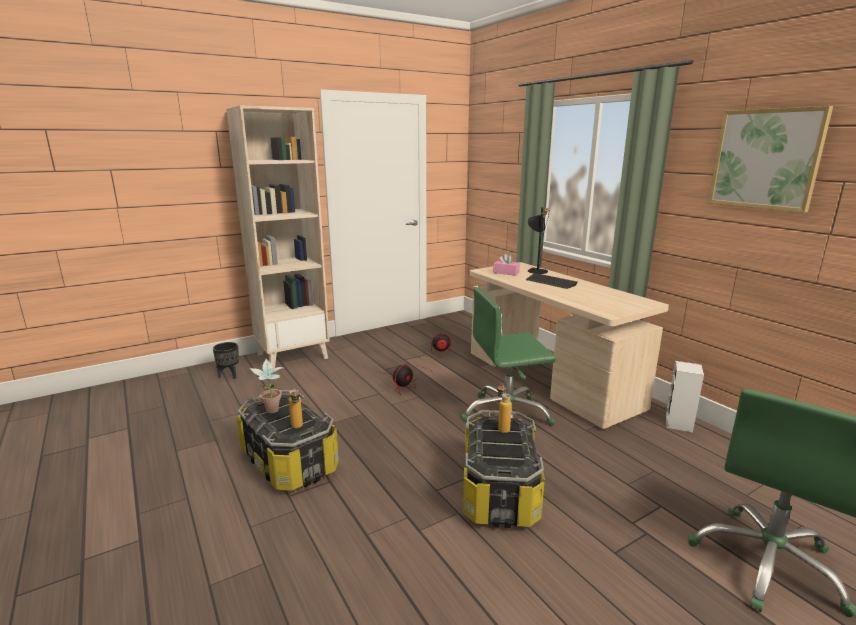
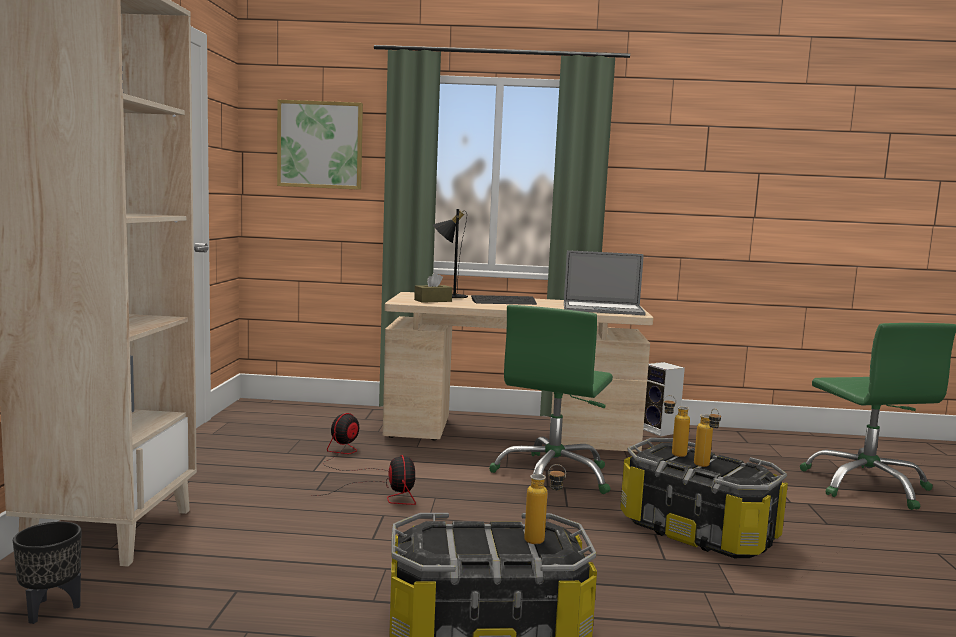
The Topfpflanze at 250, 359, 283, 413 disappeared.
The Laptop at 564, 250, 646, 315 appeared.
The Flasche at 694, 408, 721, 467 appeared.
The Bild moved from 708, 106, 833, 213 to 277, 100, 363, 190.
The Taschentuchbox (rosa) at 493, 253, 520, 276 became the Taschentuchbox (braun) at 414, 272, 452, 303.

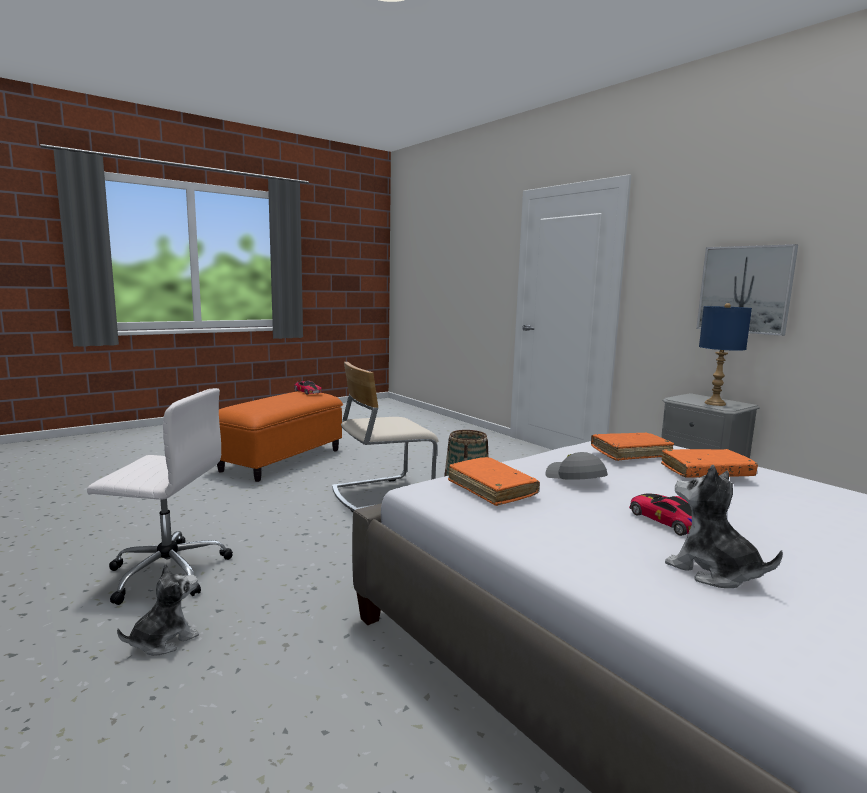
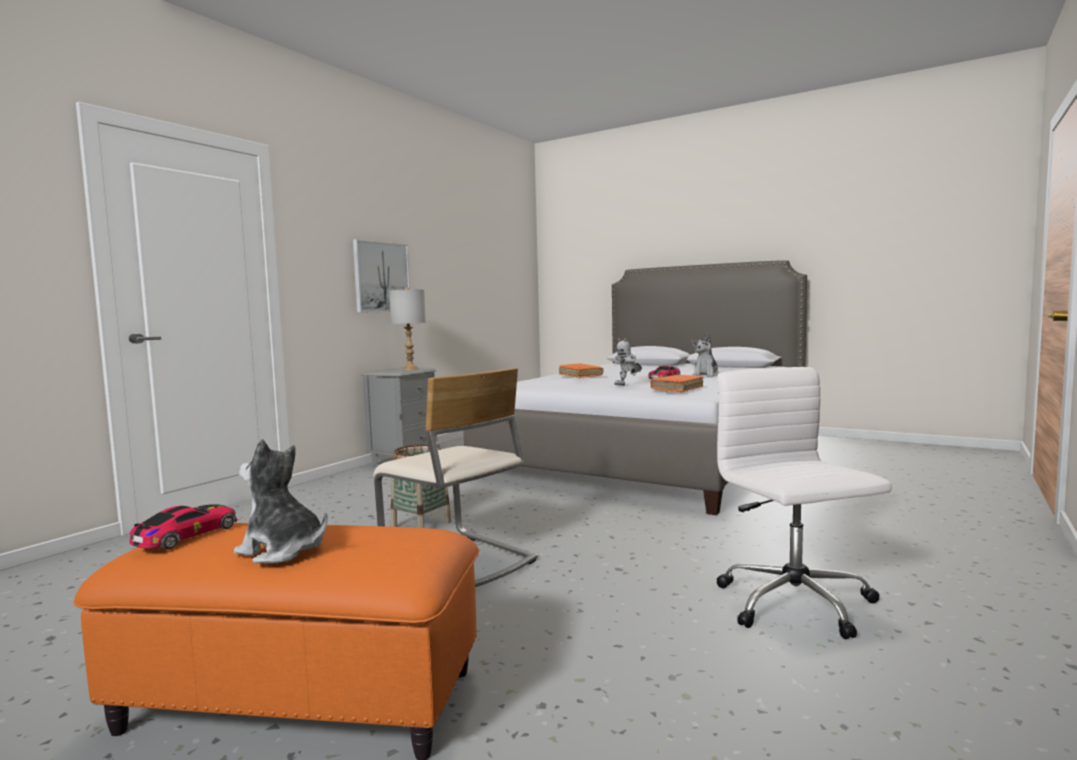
The Buch (orange) at 591, 433, 674, 461 disappeared.
The Plüschtier moved from 117, 563, 199, 655 to 234, 439, 328, 564.
The Kappe (grau) at 545, 452, 608, 480 was replaced by the Spielzeugroboter at 614, 339, 642, 386.
The Tischlampe (blau) at 699, 303, 752, 406 became the Tischlampe (grau) at 389, 287, 426, 370.

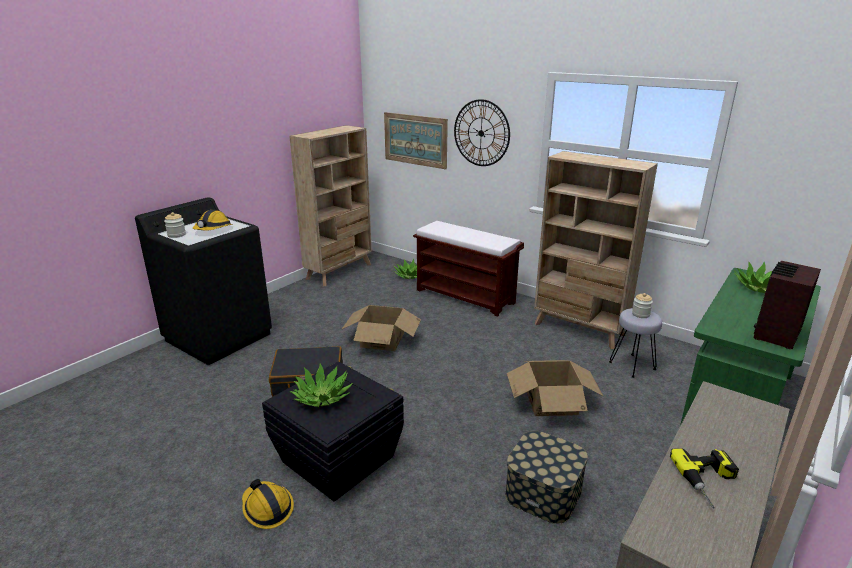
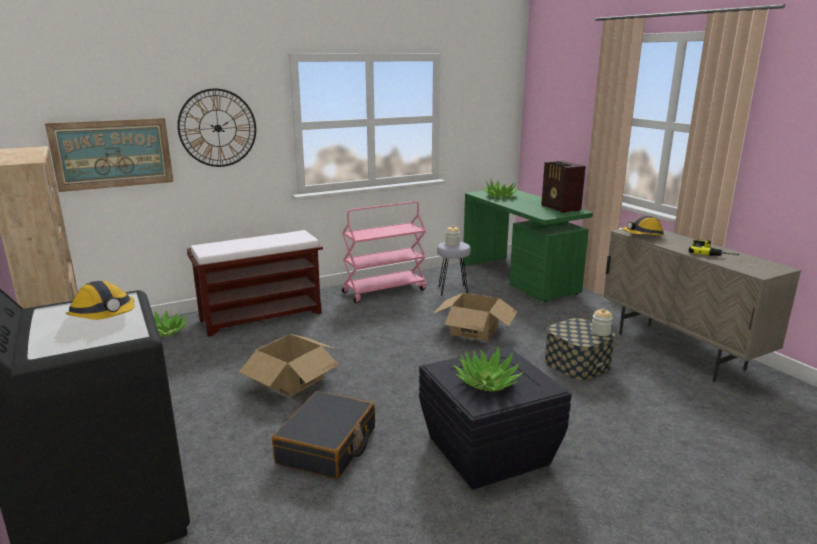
The Vorratsglas moved from 164, 212, 186, 238 to 591, 309, 613, 336.
The Schutzhelm moved from 242, 479, 294, 529 to 622, 215, 664, 236.
The Bücherregal (beige) at 534, 151, 658, 349 was replaced by the Rollwagen (rosa) at 342, 201, 427, 303.

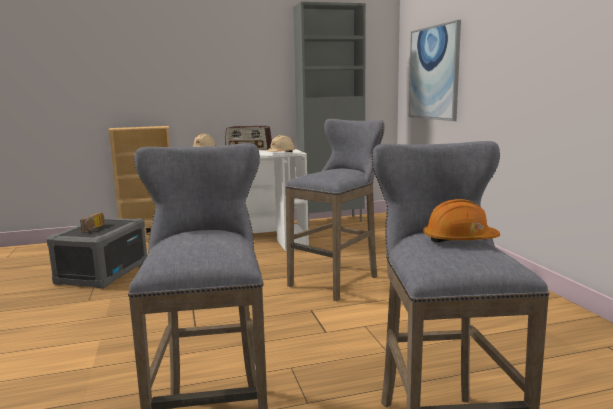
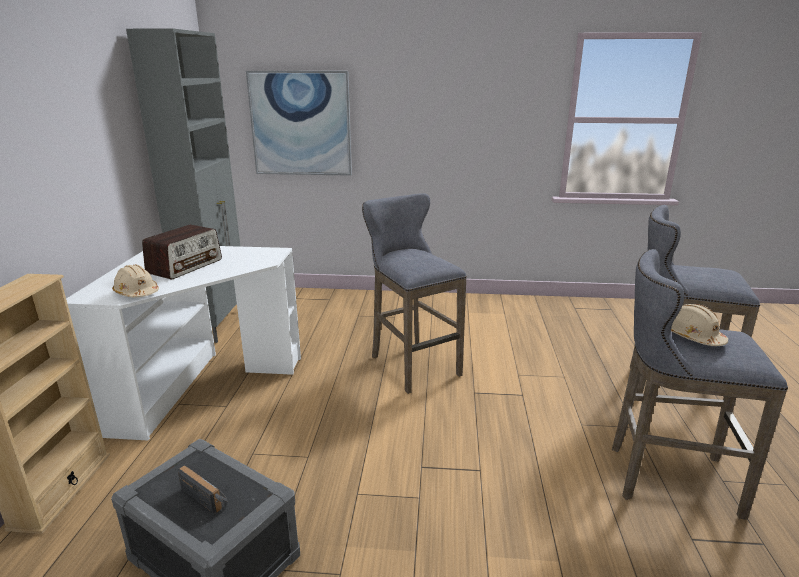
The Schutzhelm (orange) at 423, 199, 500, 243 disappeared.
The Schutzhelm (beige) moved from 266, 135, 295, 152 to 671, 304, 728, 346.

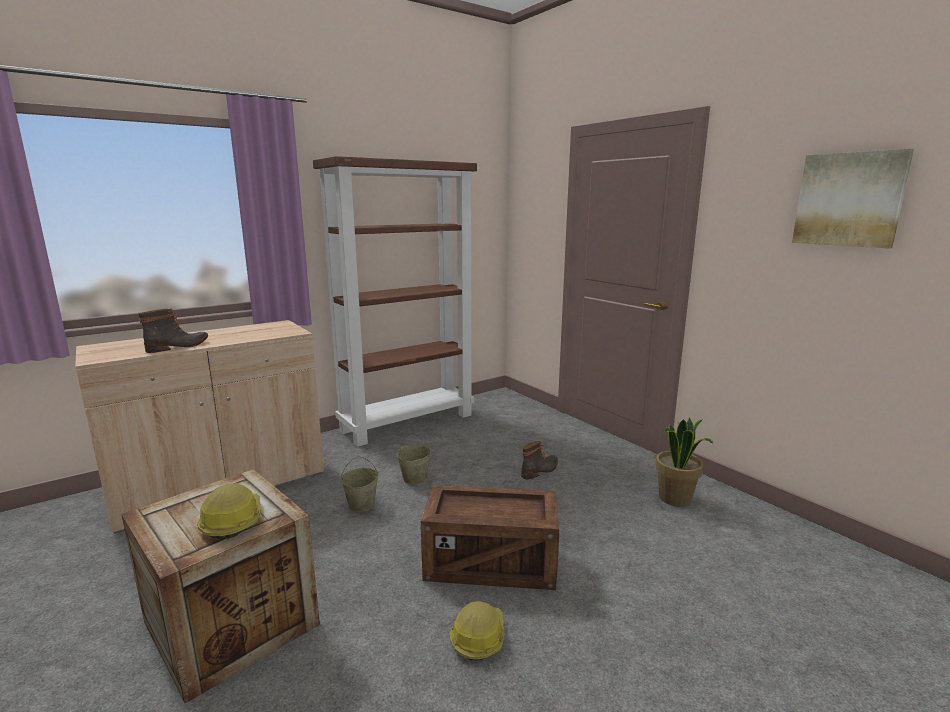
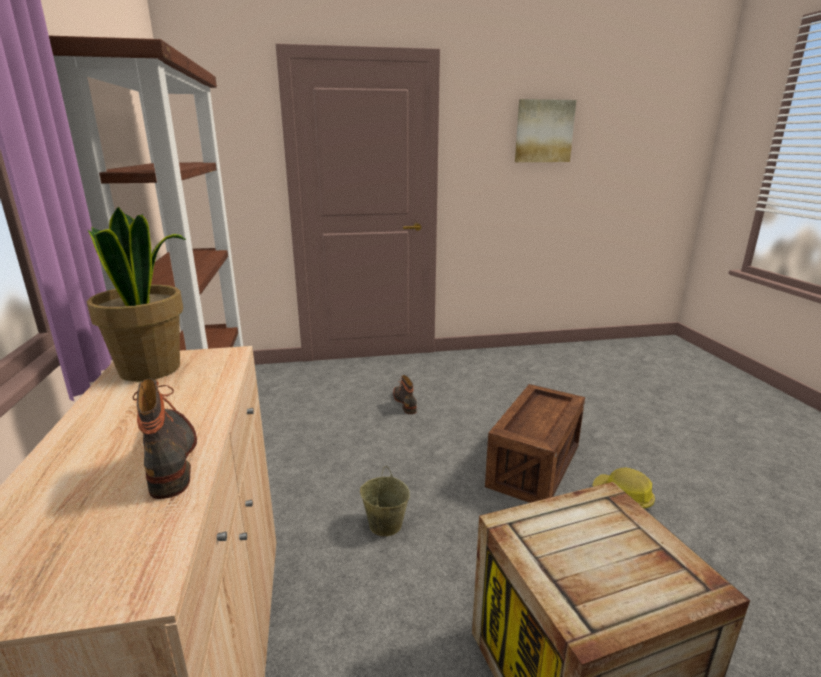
The Schutzhelm at 197, 483, 261, 540 disappeared.
The Eimer (beige) at 397, 433, 431, 485 disappeared.
The Topfpflanze moved from 655, 417, 713, 507 to 86, 207, 186, 381.

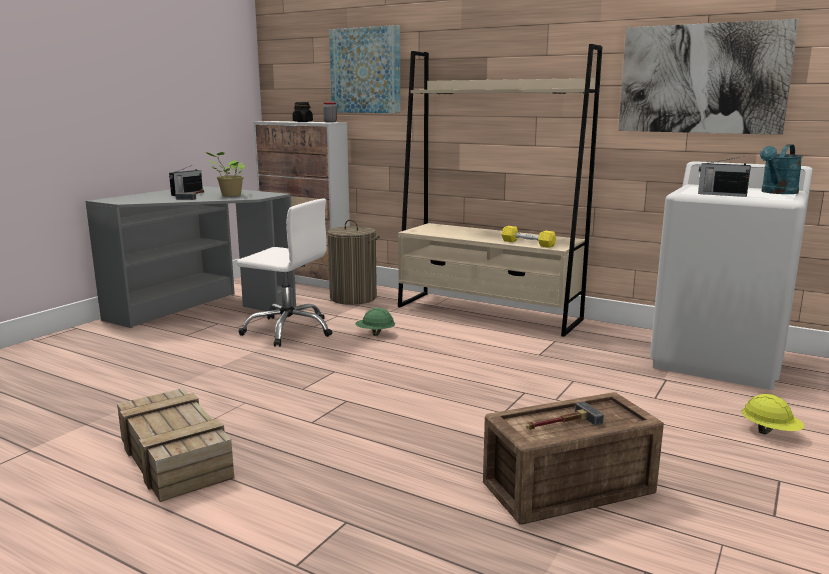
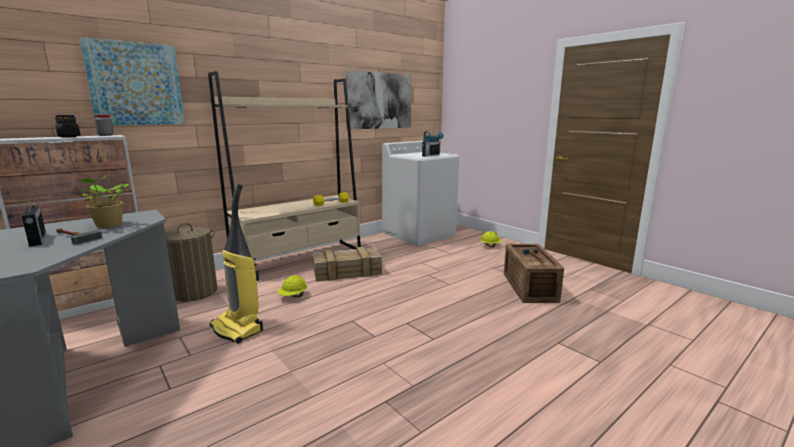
The Kiste moved from 117, 388, 234, 502 to 313, 247, 382, 281.
The Bürostuhl (weiß) at 237, 198, 332, 347 was replaced by the Staubsauger at 209, 184, 263, 344.
The Schutzhelm (grün) at 355, 308, 395, 336 became the Schutzhelm (gelb) at 278, 275, 307, 297.

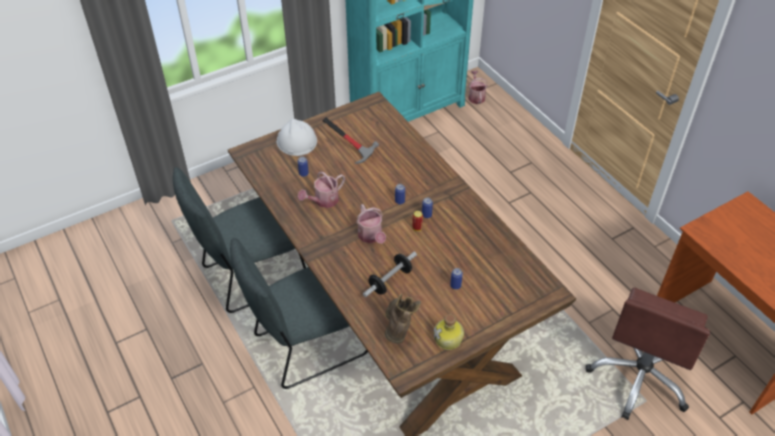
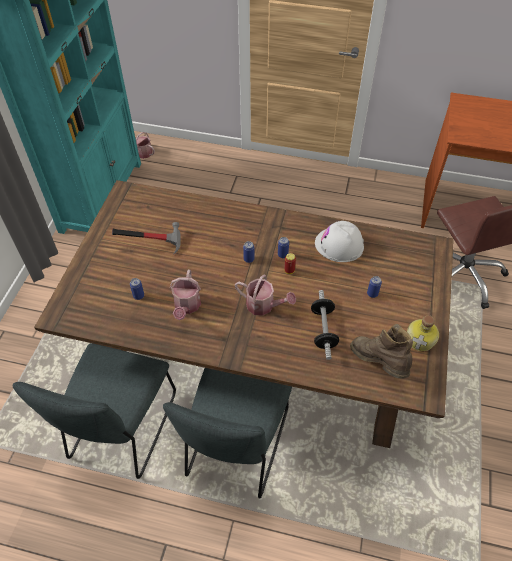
The Schutzhelm (weiß) moved from 276, 119, 317, 156 to 315, 221, 364, 262.

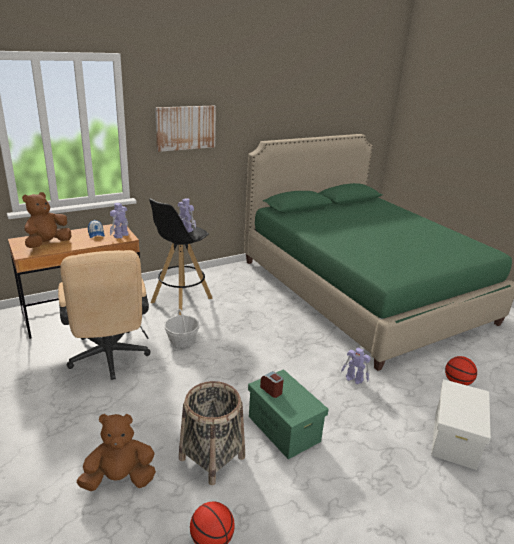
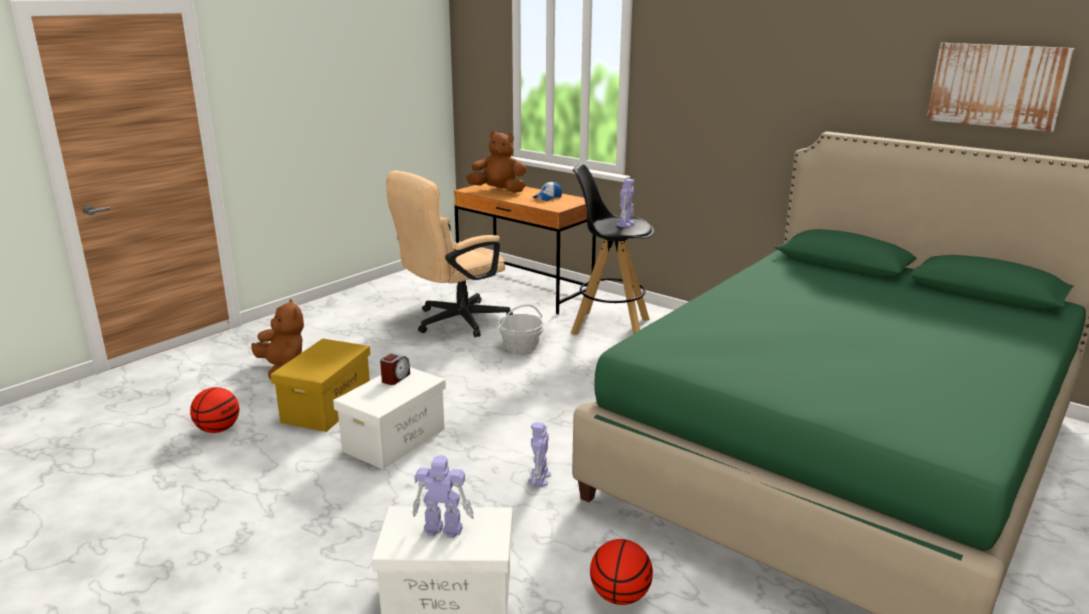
The Spielzeugroboter moved from 110, 203, 129, 239 to 412, 455, 474, 538.
The Bild moved from 155, 106, 216, 152 to 927, 43, 1075, 132.
The Korb at 179, 381, 245, 485 was replaced by the Aufbewahrungsbox (gelb) at 270, 339, 370, 432.
The Aufbewahrungsbox (grün) at 248, 369, 329, 459 became the Aufbewahrungsbox (weiß) at 333, 367, 446, 469.

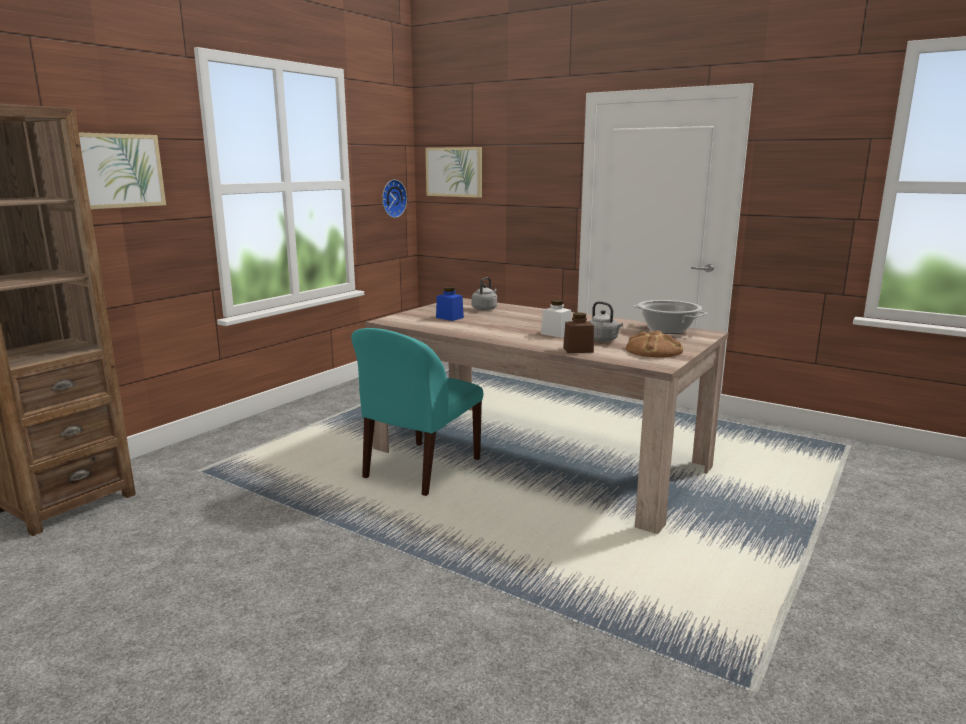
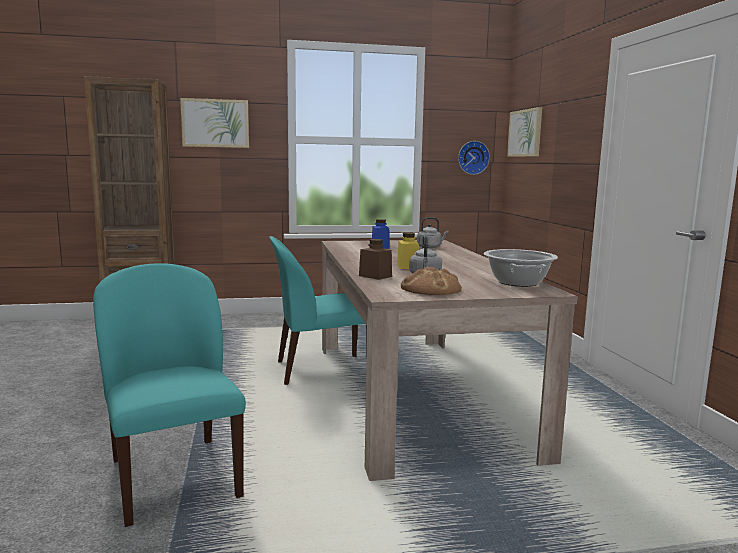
The Stuhl (türkis) at 93, 263, 246, 527 appeared.
The Vorratsglas (weiß) at 541, 300, 571, 338 became the Vorratsglas (gelb) at 397, 233, 419, 269.

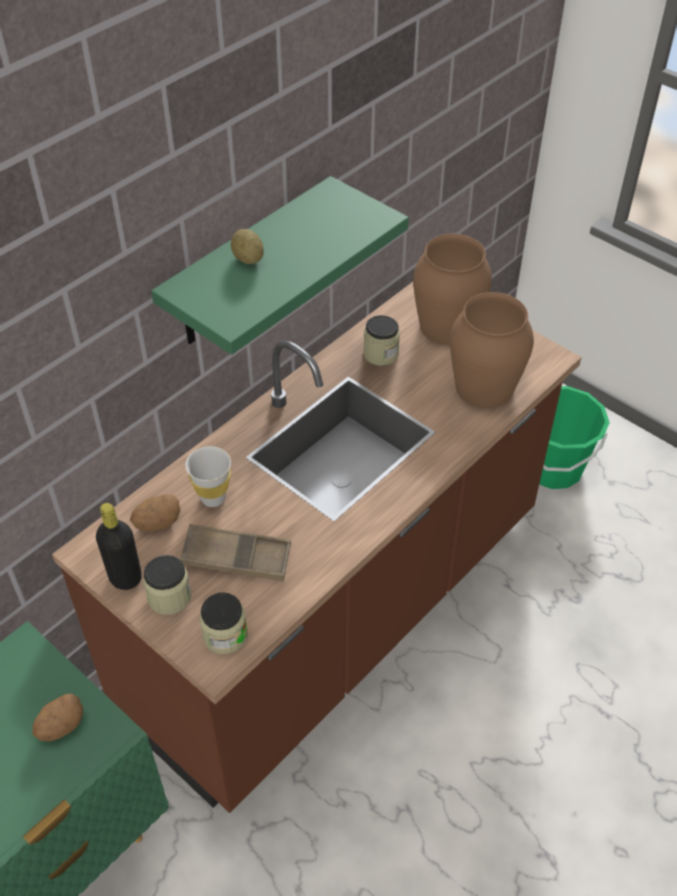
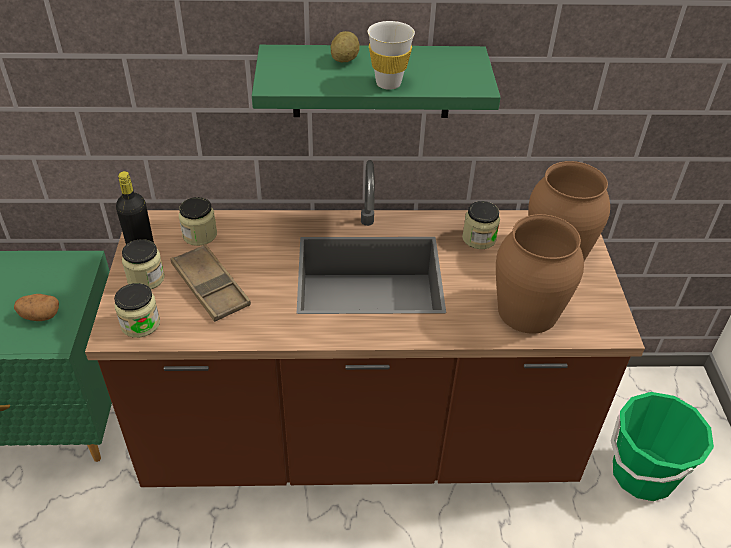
The Tasse (weiß) moved from 185, 446, 231, 507 to 368, 21, 415, 90.
The Kartoffel at 130, 494, 180, 532 was replaced by the Vorratsglas at 179, 197, 217, 246.

